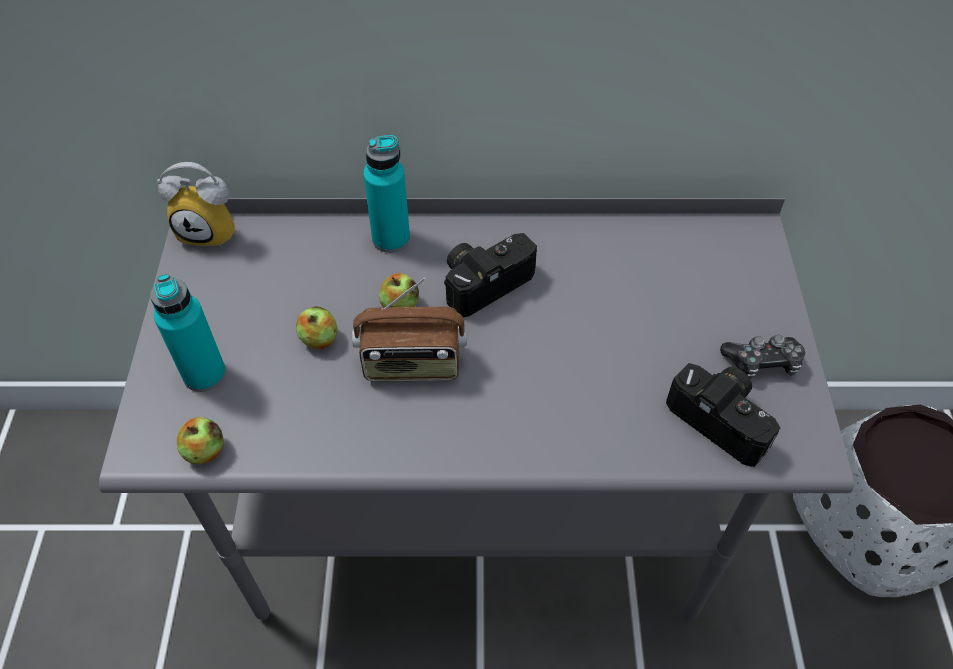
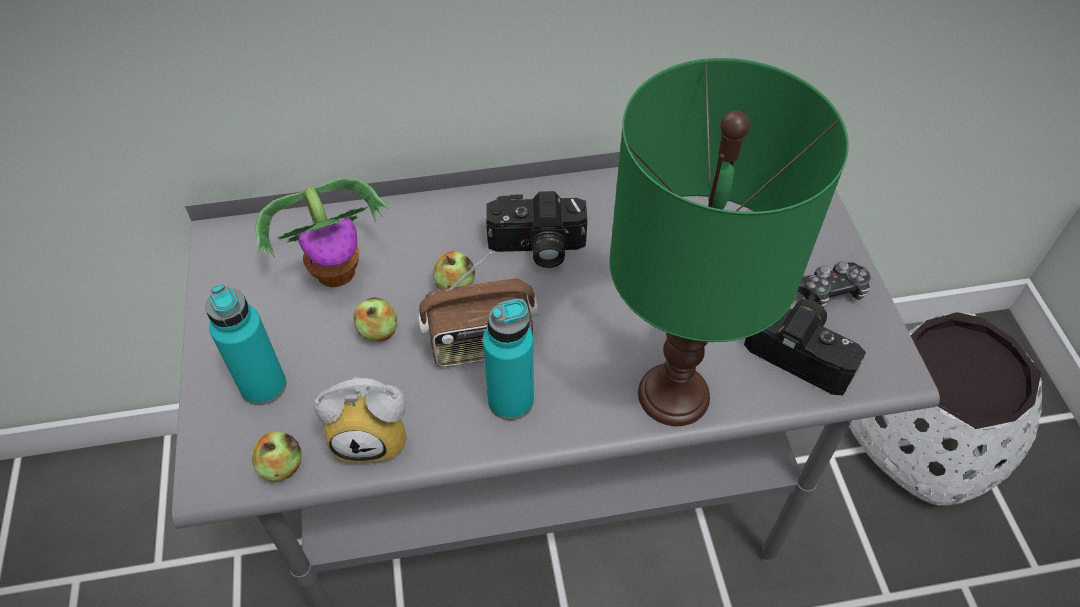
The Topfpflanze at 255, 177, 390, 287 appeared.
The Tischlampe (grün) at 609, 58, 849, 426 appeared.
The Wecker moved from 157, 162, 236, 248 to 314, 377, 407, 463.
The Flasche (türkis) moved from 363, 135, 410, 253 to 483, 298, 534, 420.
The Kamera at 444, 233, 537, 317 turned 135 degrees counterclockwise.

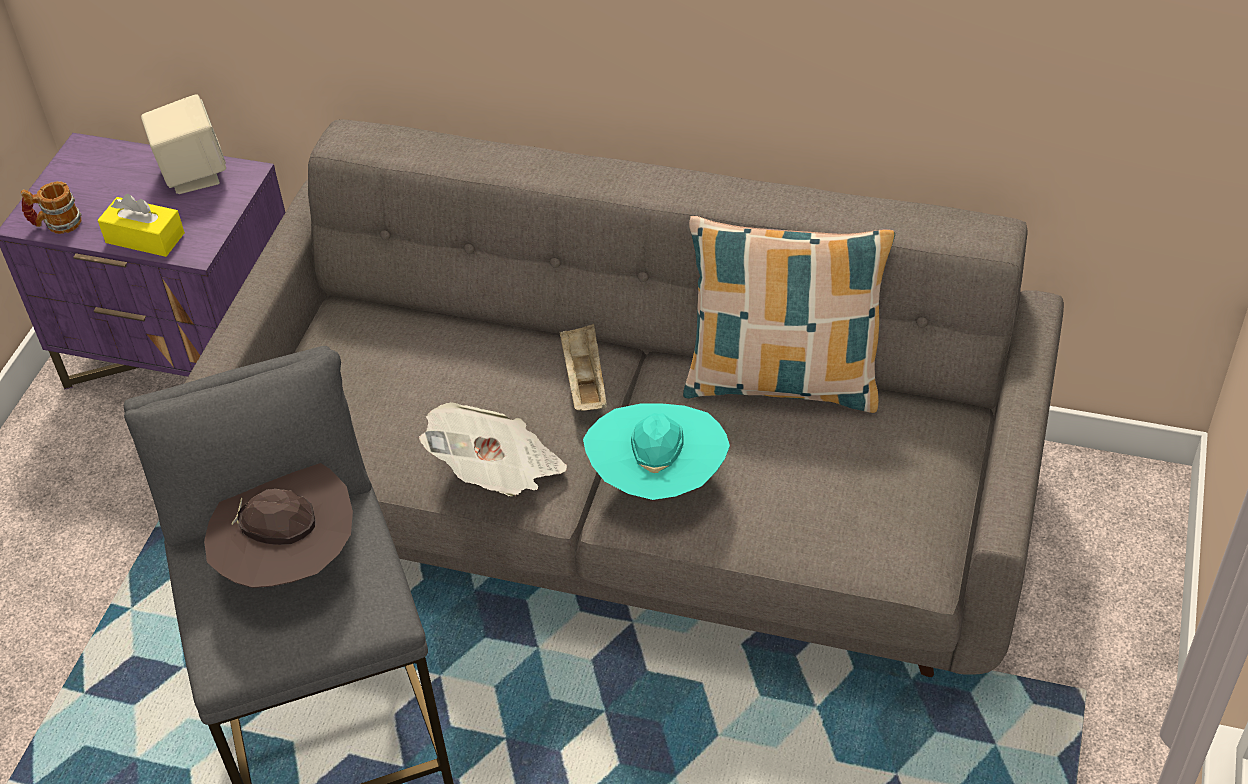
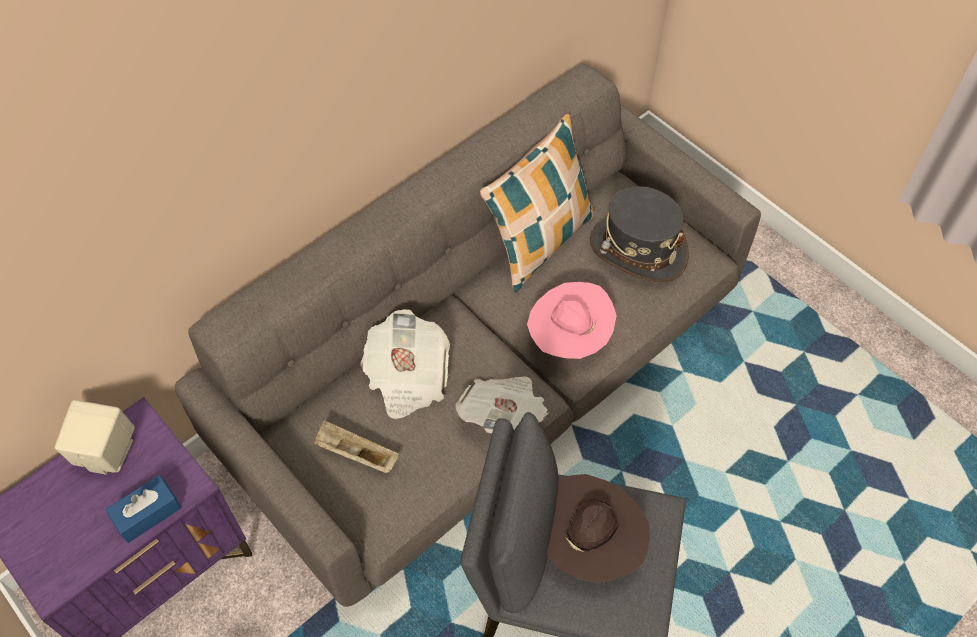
The Henkelbecher at 21, 181, 82, 234 disappeared.
The Zeitung at 360, 309, 450, 420 appeared.
The Hut (grau) at 590, 186, 689, 282 appeared.
The Tablett (beige) moved from 559, 324, 607, 411 to 314, 420, 399, 473.
The Taschentuchbox (gelb) at 98, 194, 185, 257 became the Taschentuchbox (blau) at 105, 475, 181, 543.
The Hut (türkis) at 583, 404, 730, 500 became the Hut (rosa) at 527, 282, 617, 359.

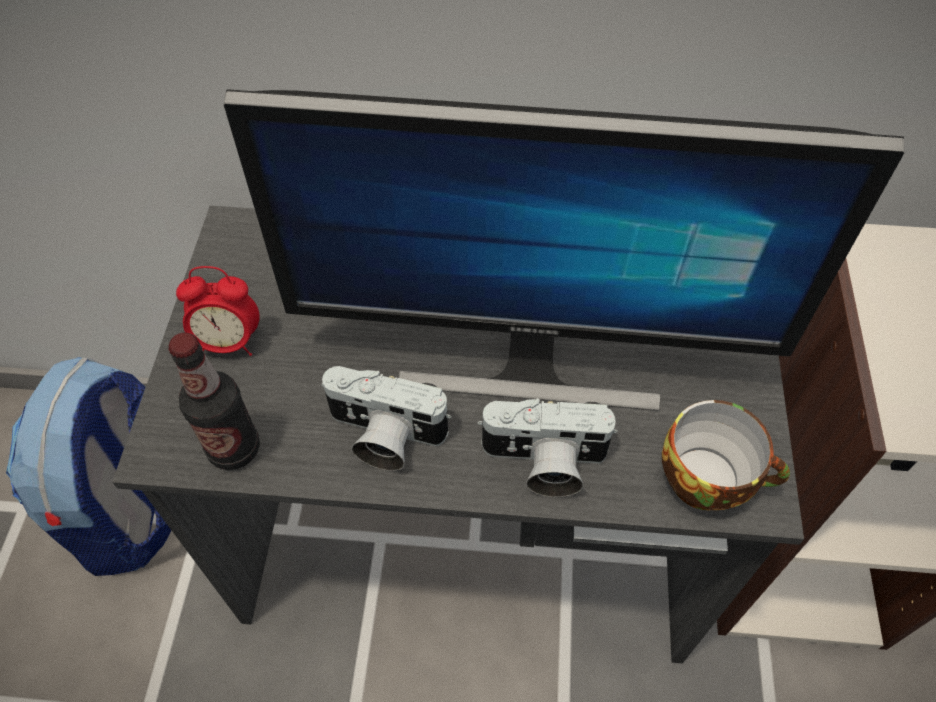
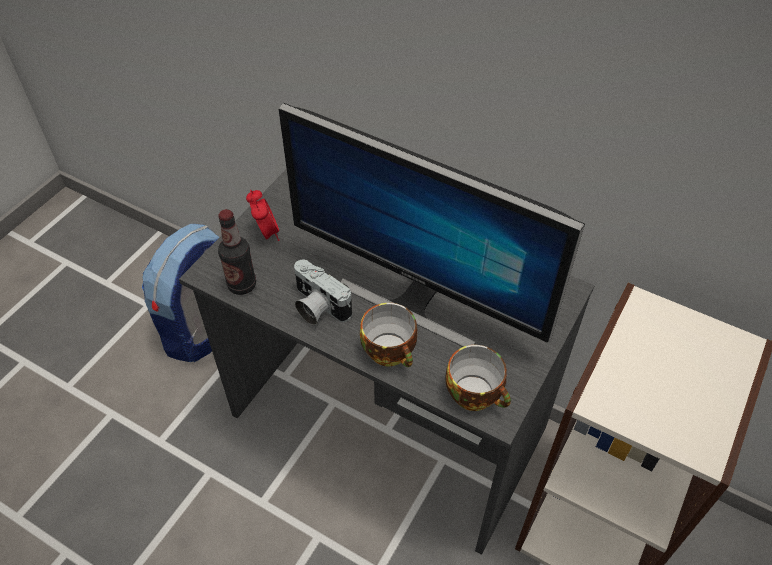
The Kamera at 477, 398, 618, 497 was replaced by the Tasse at 360, 303, 418, 367.
The Wecker at 176, 266, 260, 356 turned 135 degrees counterclockwise.

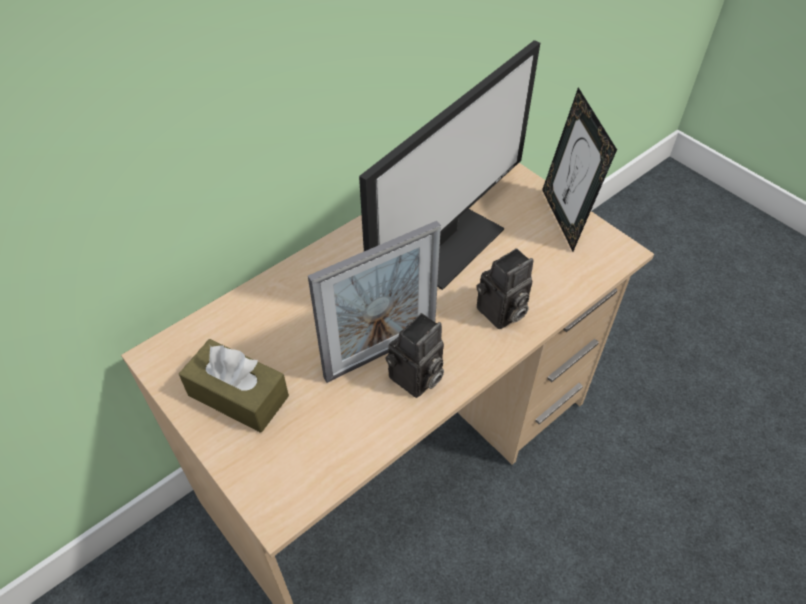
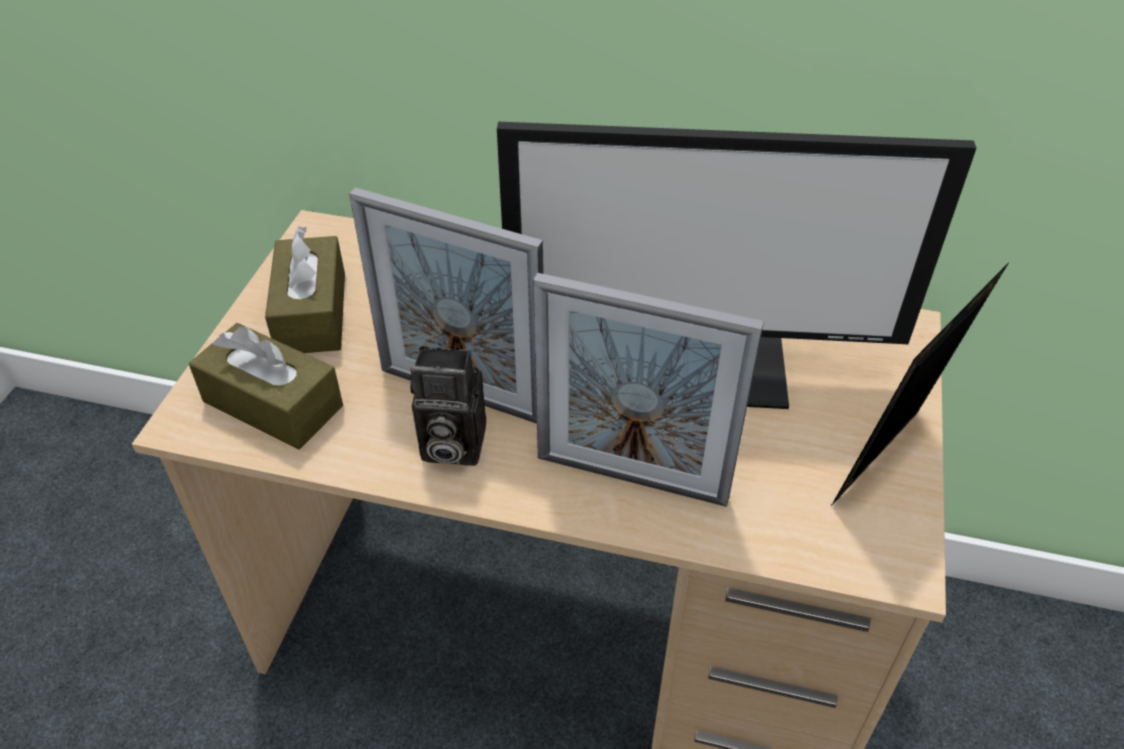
The Taschentuchbox (braun) at 189, 323, 343, 449 appeared.
The Kamera at 476, 248, 533, 329 was replaced by the Bilderrahmen at 533, 273, 764, 507.

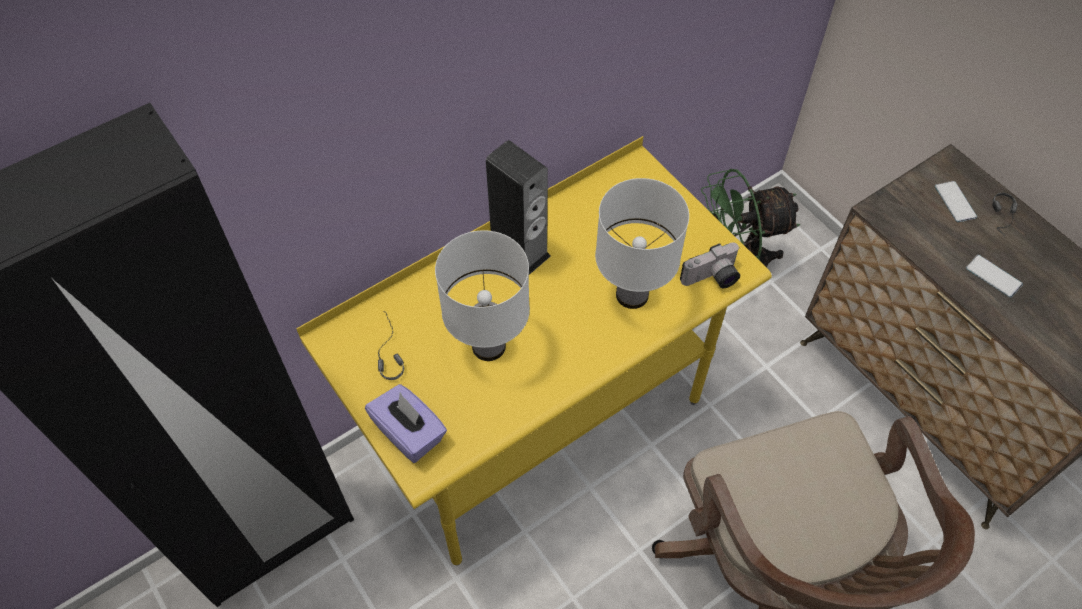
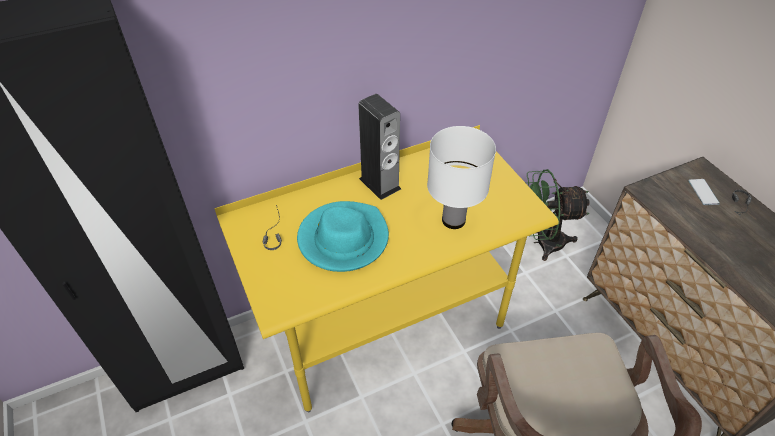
The Taschentuchbox (lila) at 365, 384, 447, 463 disappeared.
The Kamera at 680, 242, 740, 288 disappeared.
The Handy at 966, 255, 1023, 298 disappeared.
The Tischlampe (weiß) at 435, 230, 530, 361 was replaced by the Hut (türkis) at 297, 201, 389, 272.

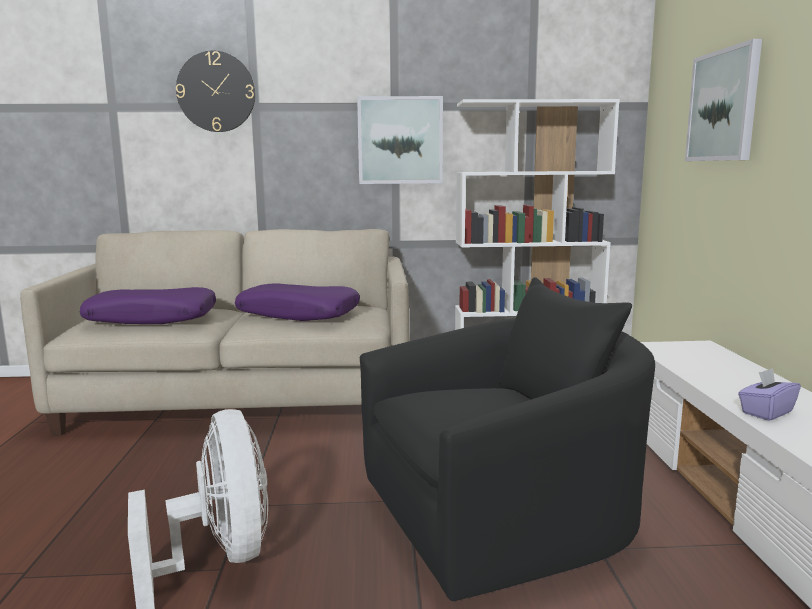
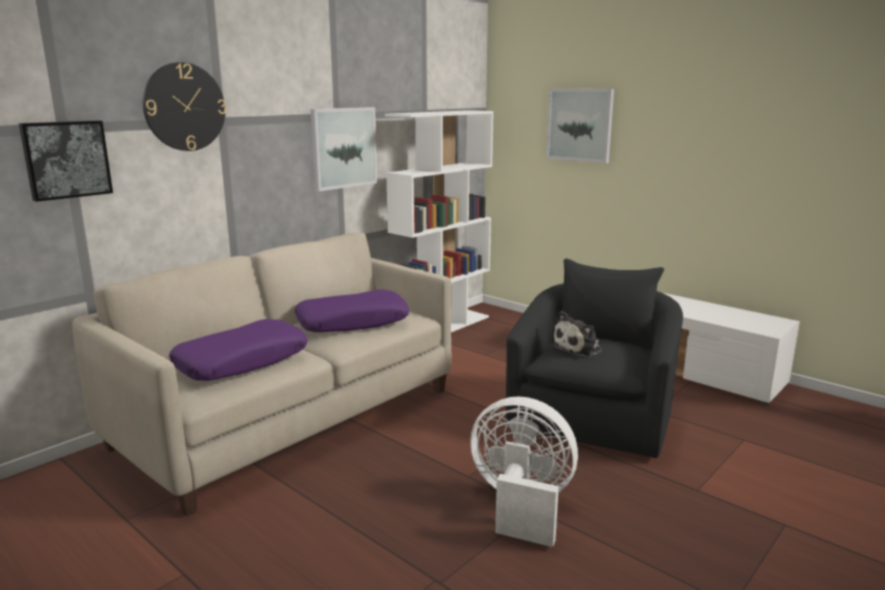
The Taschentuchbox (lila) at 738, 368, 801, 421 disappeared.
The Bild at 19, 120, 113, 202 appeared.
The Plüschtier at 551, 311, 602, 357 appeared.

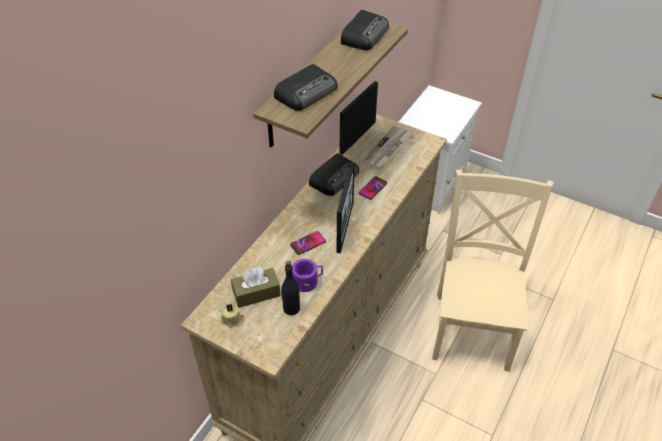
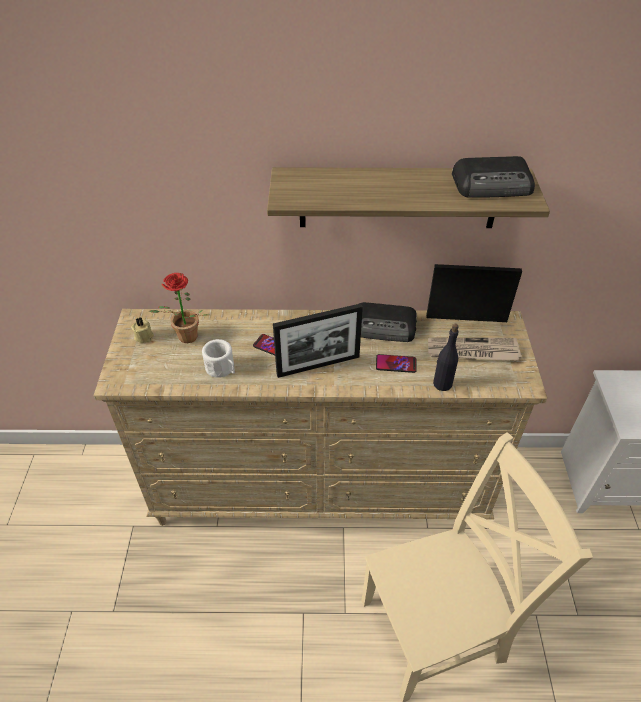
The Radio at 274, 64, 338, 111 disappeared.
The Flasche (schwarz) moved from 281, 261, 300, 315 to 433, 324, 459, 391.
The Taschentuchbox (braun) at 231, 267, 281, 308 was replaced by the Topfpflanze at 149, 273, 209, 343.
The Henkelbecher (lila) at 292, 259, 323, 292 became the Henkelbecher (weiß) at 202, 339, 235, 378.

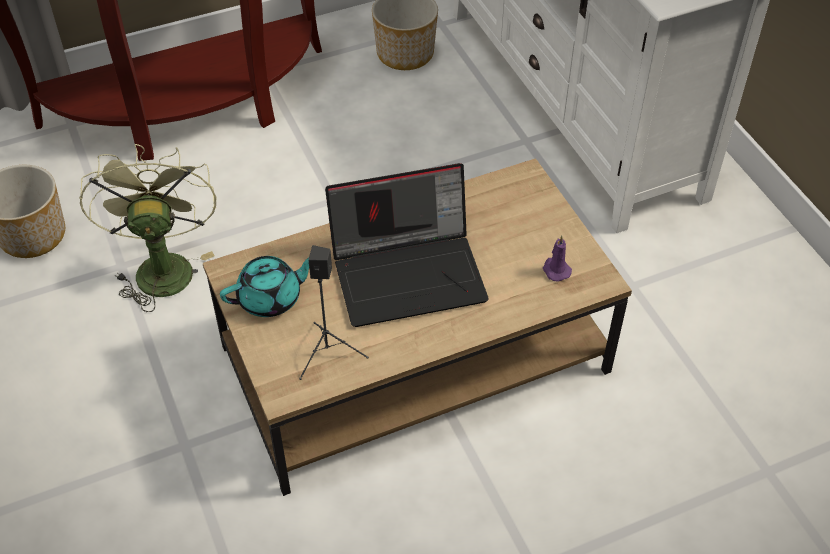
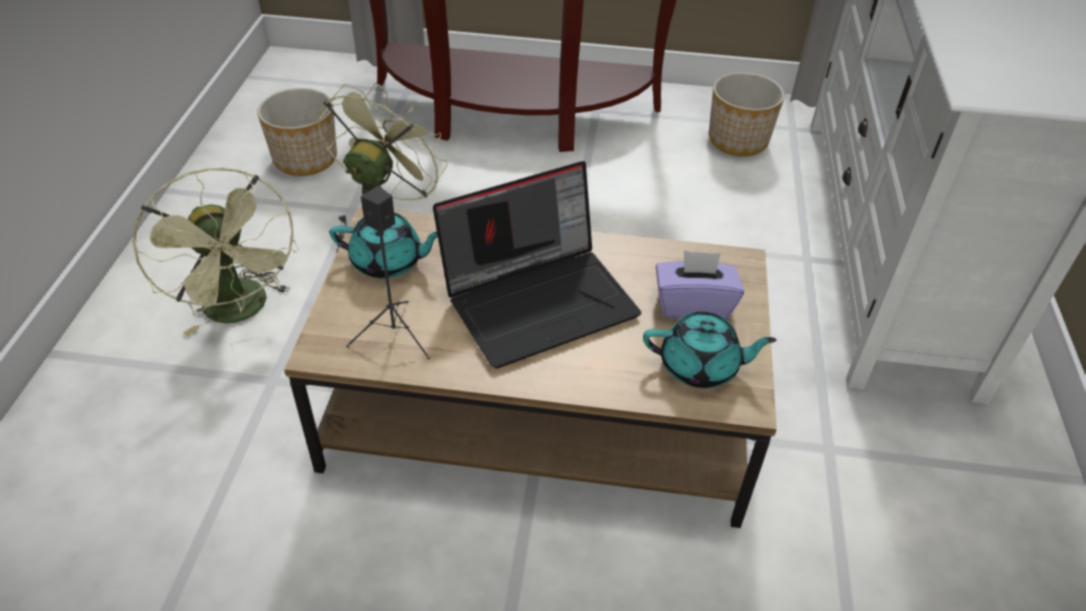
The Ventilator (grün) at 133, 168, 299, 337 appeared.
The Taschentuchbox (lila) at 656, 250, 744, 319 appeared.
The Kerze (lila) at 543, 236, 572, 282 was replaced by the Teekanne (türkis) at 643, 312, 777, 388.
The Laptop at 325, 163, 488, 327 turned 45 degrees counterclockwise.

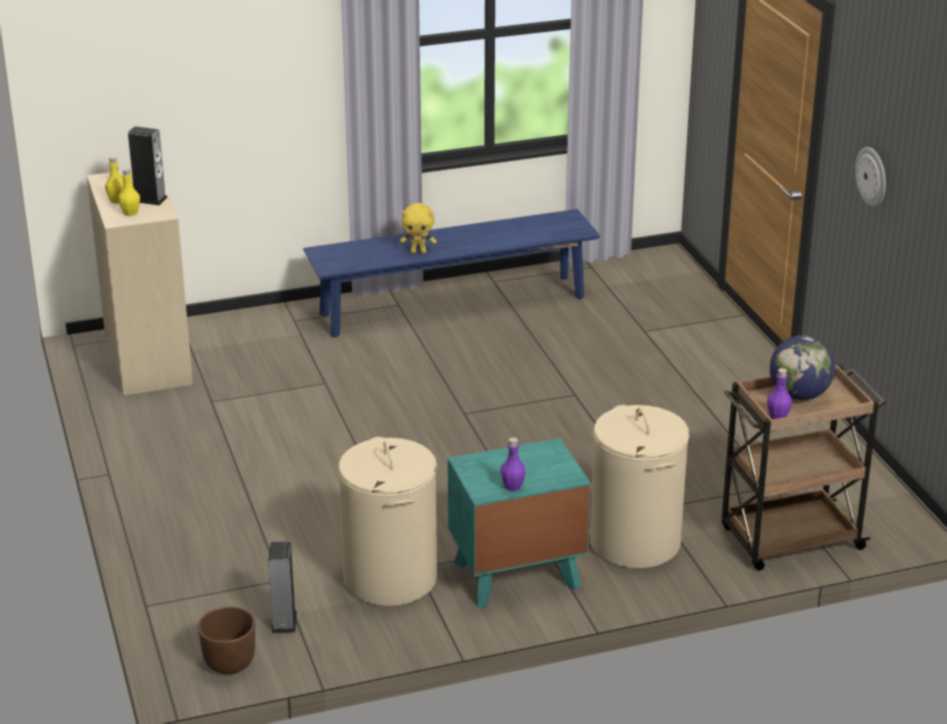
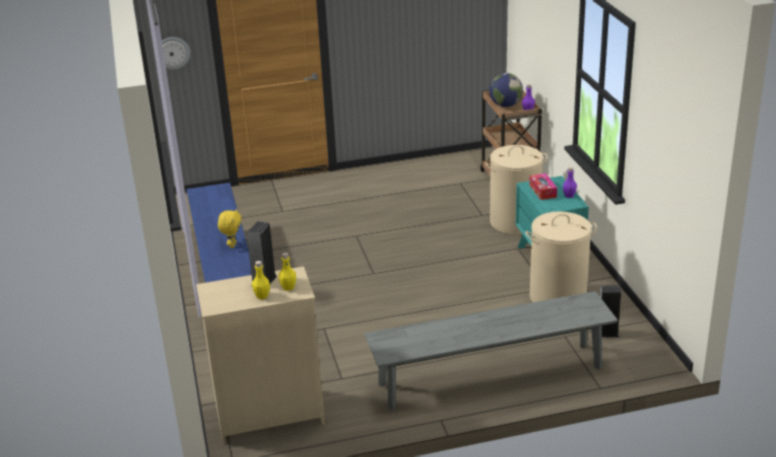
The Pflanzkübel (braun) at 198, 606, 255, 674 disappeared.
The Bank (grau) at 364, 291, 618, 411 appeared.
The Taschentuchbox at 529, 173, 557, 200 appeared.
The Wanduhr moved from 855, 147, 886, 207 to 162, 37, 190, 69.

